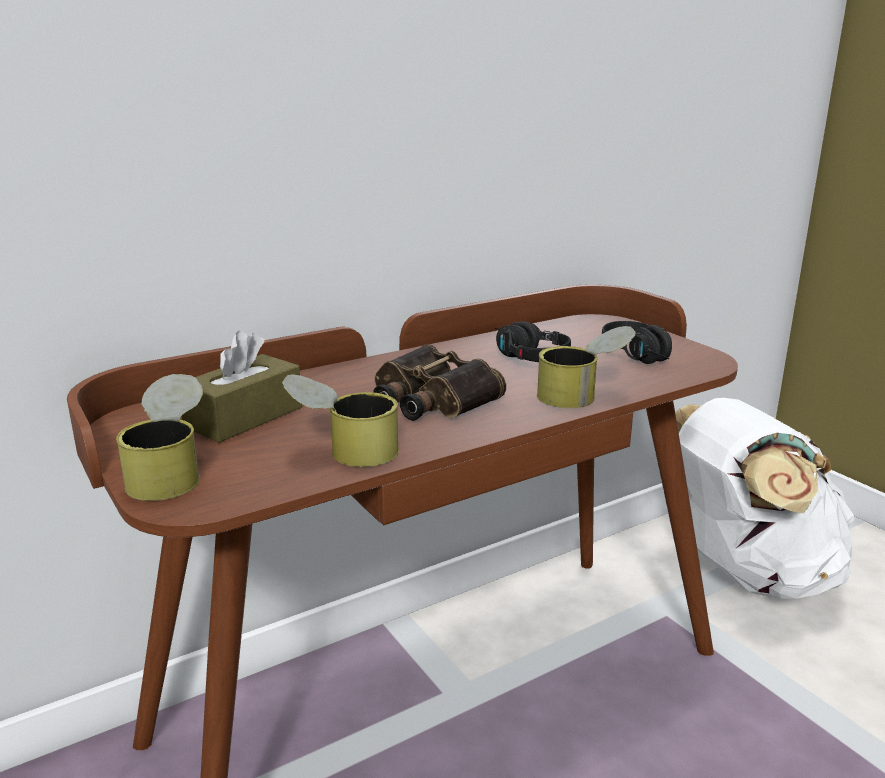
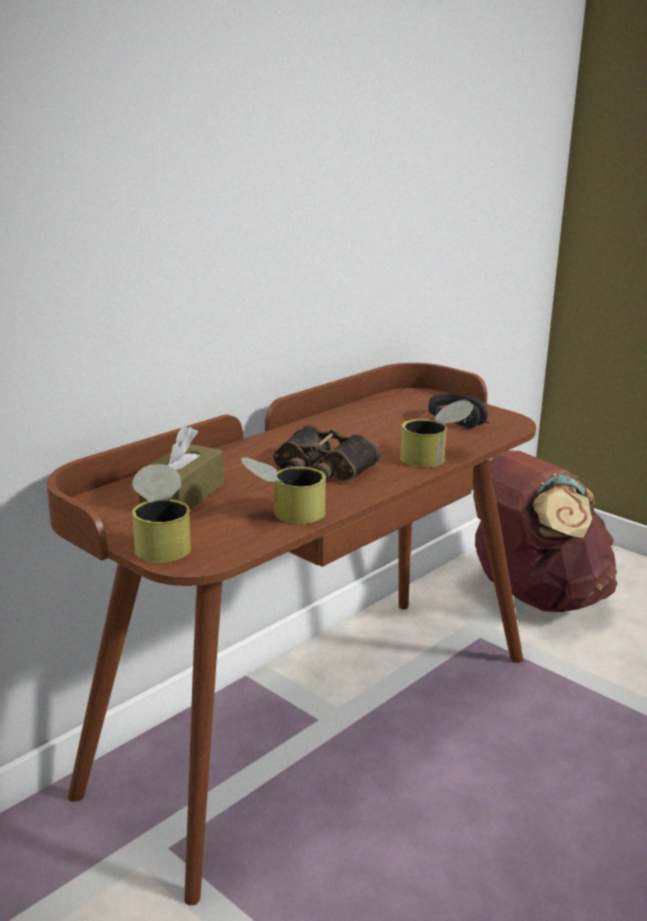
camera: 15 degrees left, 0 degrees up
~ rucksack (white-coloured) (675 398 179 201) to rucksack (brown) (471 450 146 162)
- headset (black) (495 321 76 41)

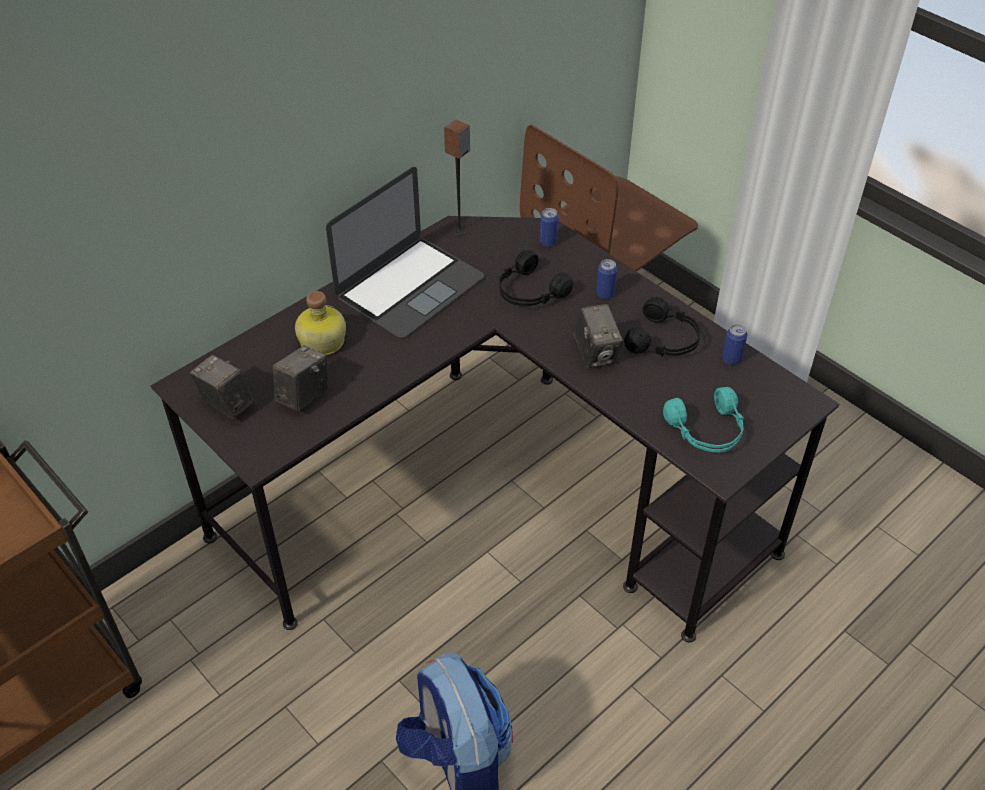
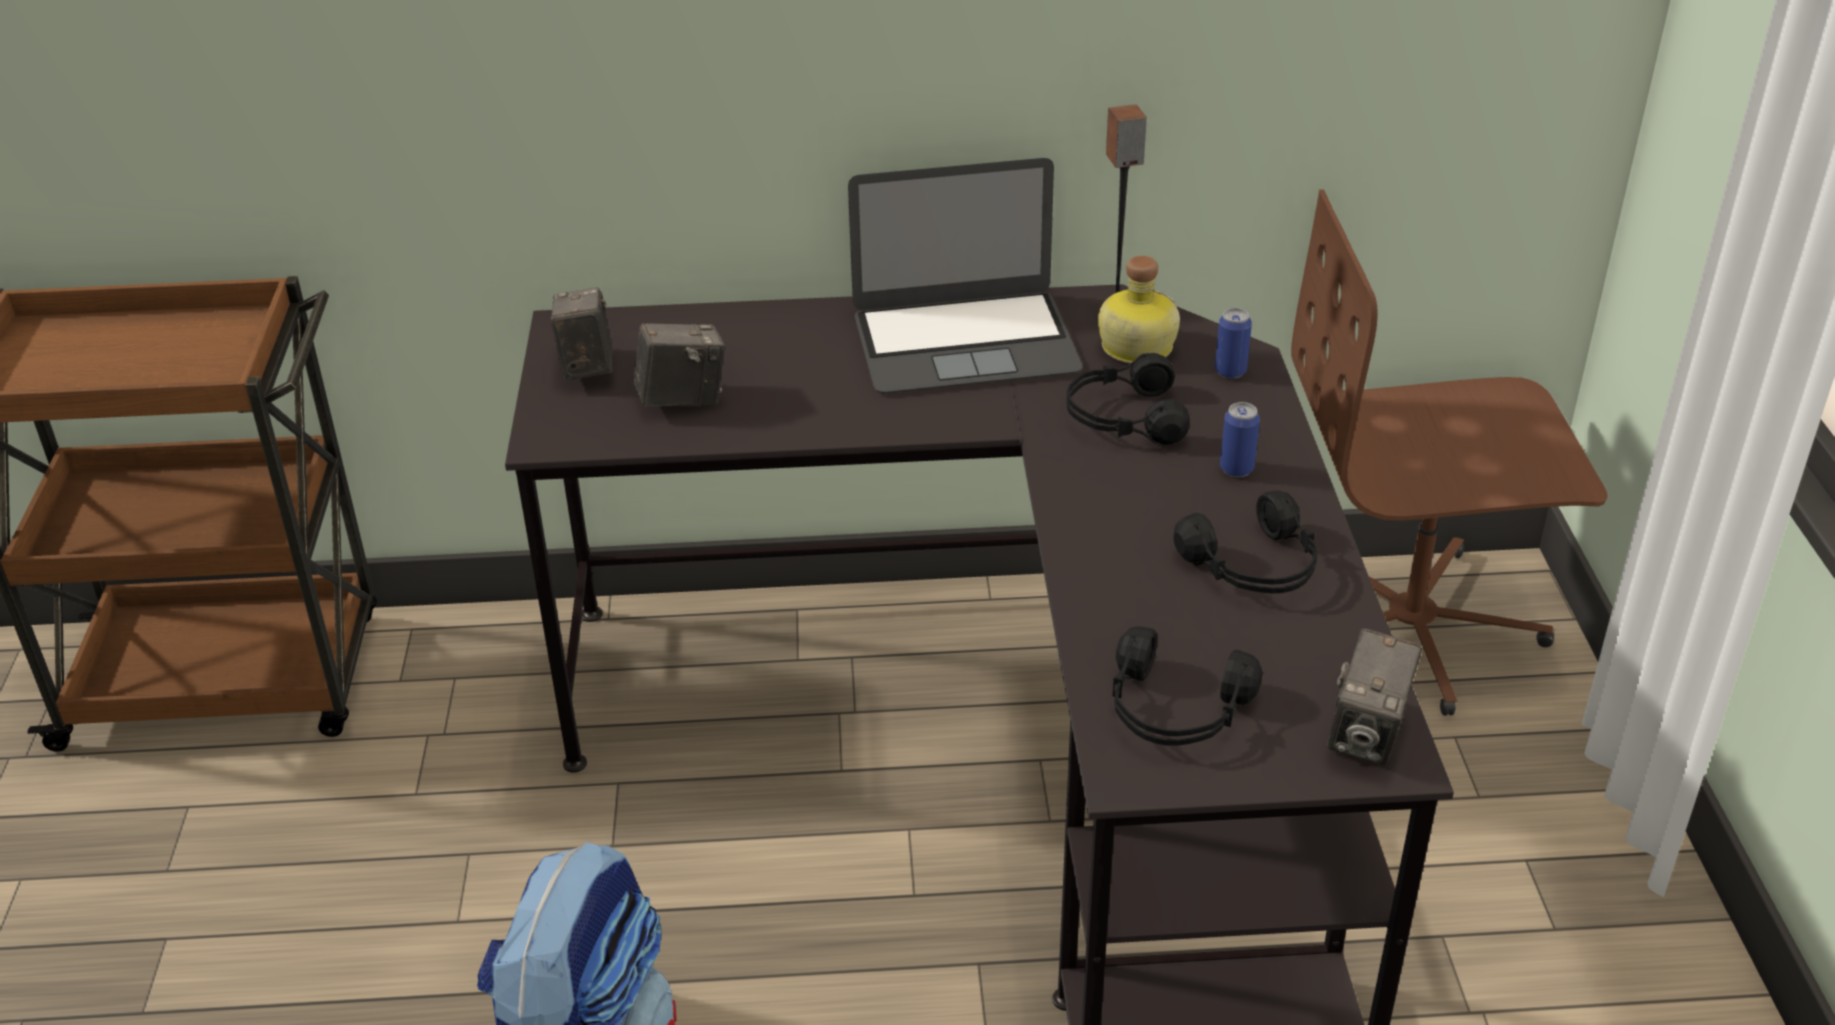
camera: 40 degrees right, 10 degrees down
~ bottle (295 291 51 64) to (1098 256 82 108)
~ headset (turquoise) (663 387 81 66) to headset (black) (1113 626 150 120)
~ still camera (573 304 50 64) to (1327 628 95 138)
- metal can (722 324 25 41)

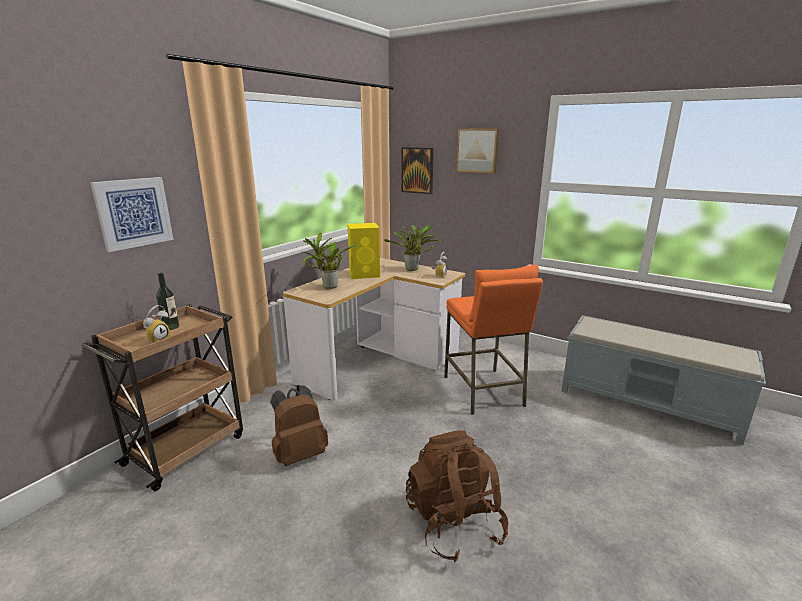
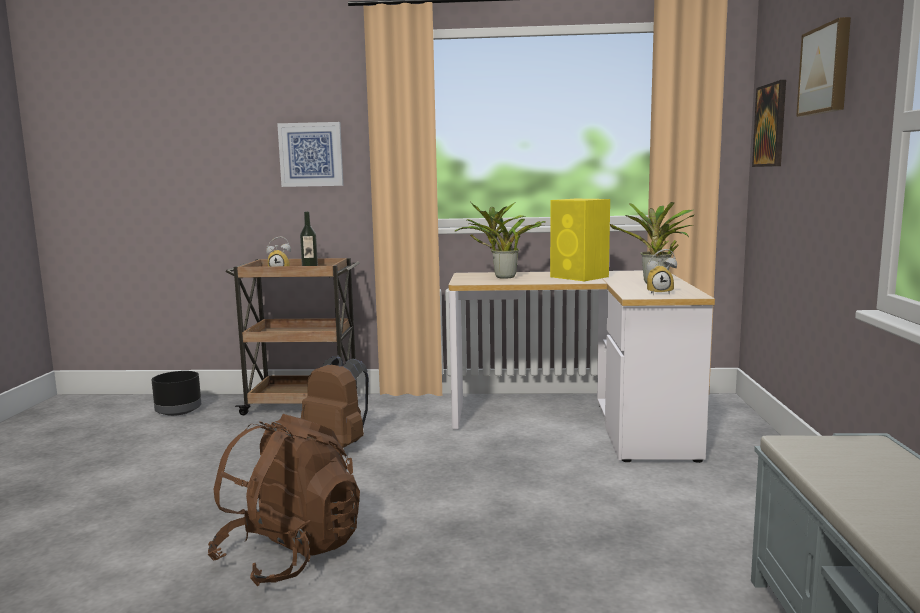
camera: 60 degrees right, 10 degrees down
+ plant pot (black) (152 371 49 45)
- stool seat (orange-coloured) (444 265 99 150)

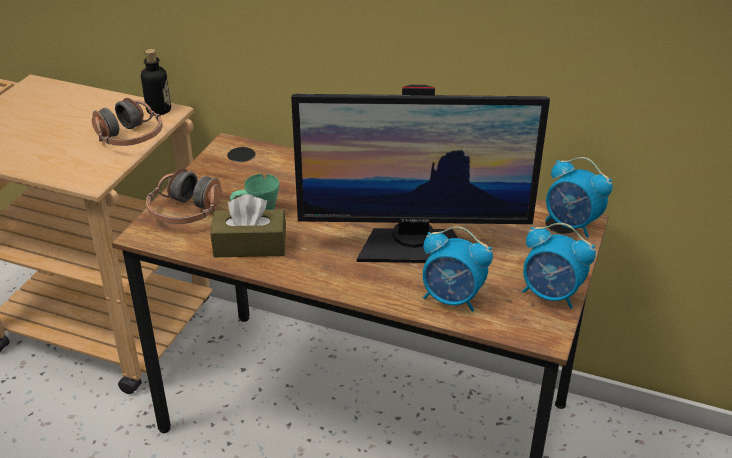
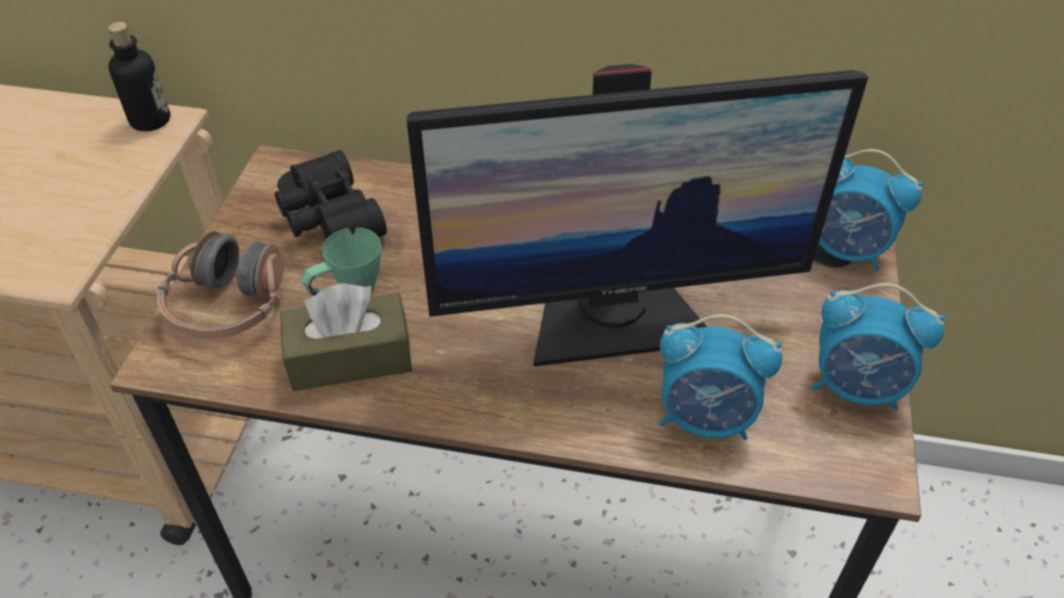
camera: 10 degrees left, 10 degrees up
+ field glasses (black) (275 150 112 90)
- headset (92 98 71 48)

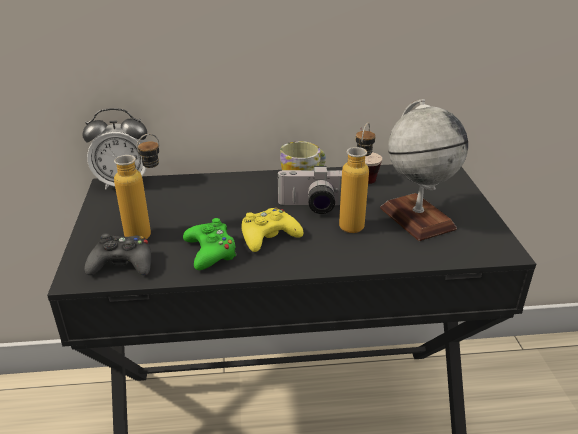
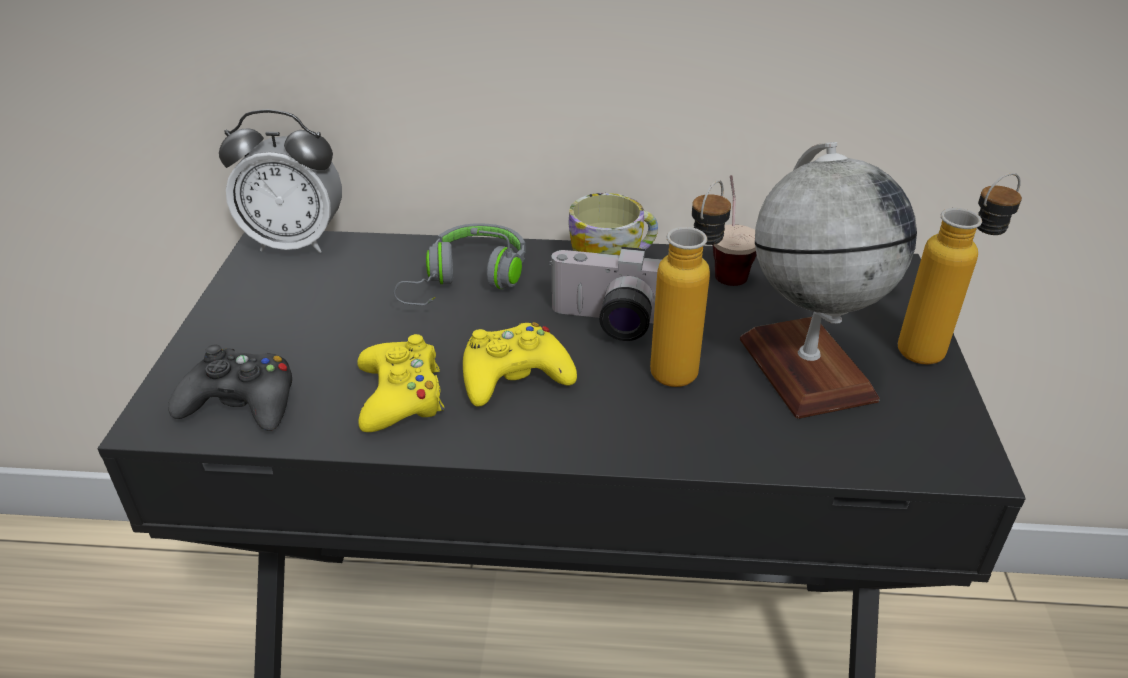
camera: 10 degrees right, 5 degrees up
~ game controller (green) (183 218 54 52) to game controller (yellow-coloured) (357 334 88 98)
+ headset (greyish) (394 223 132 83)
~ bottle (114 134 46 105) to (898 173 124 191)

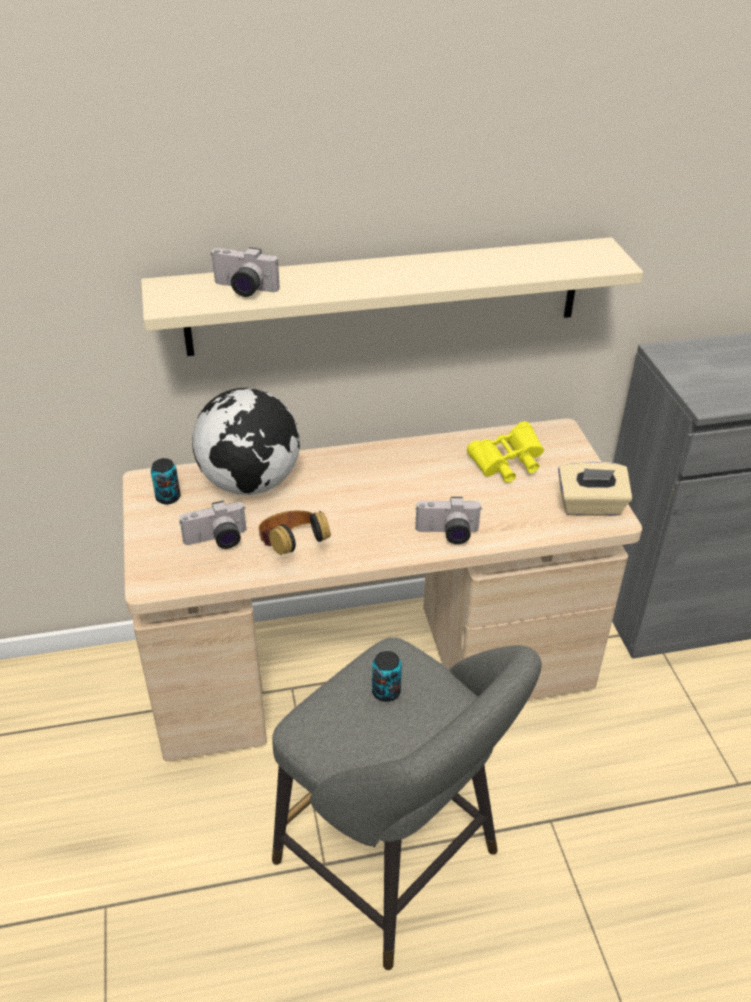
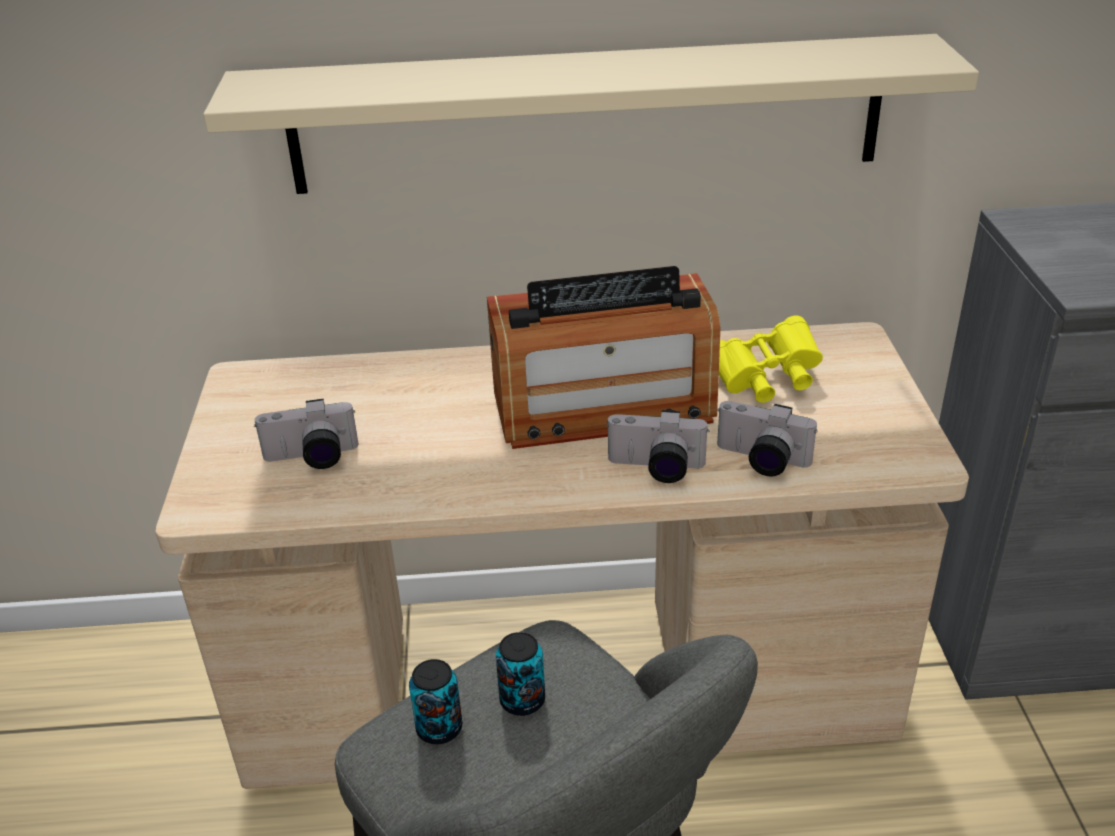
camera: 10 degrees right, 5 degrees down
~ metal can (151 458 29 46) to (409 659 53 85)
+ radio set (487 266 233 183)
~ still camera (210 247 70 50) to (717 401 101 75)
- desk globe (192 388 108 107)
- headset (259 510 72 45)
- tissue holder (sand-coloured) (558 461 74 55)

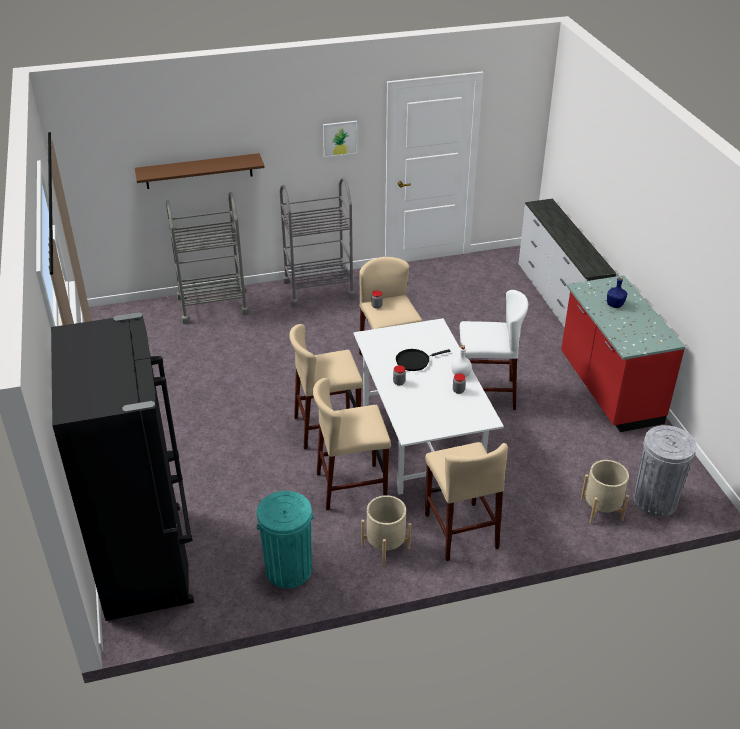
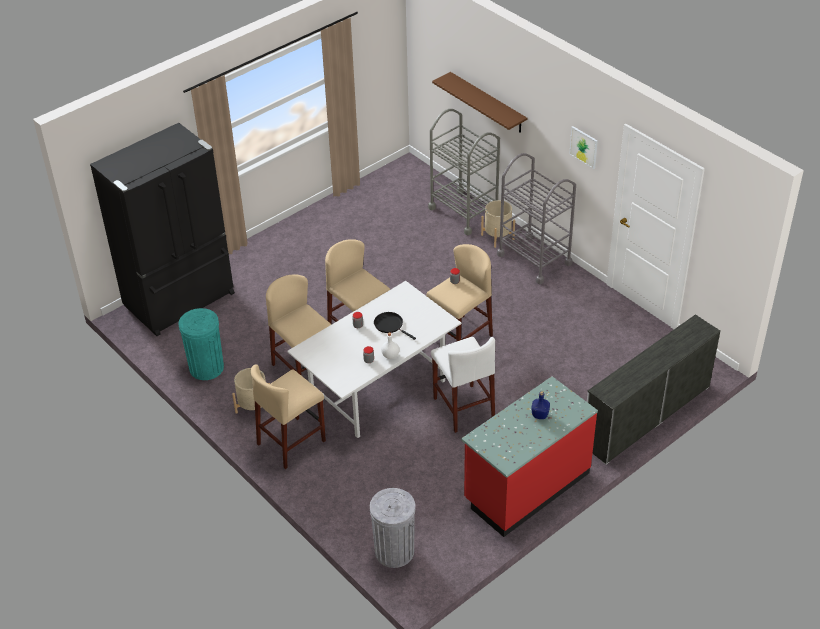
camera: 65 degrees right, 5 degrees up
~ plant pot (sand-coloured) (581 460 48 64) to (481 200 34 48)

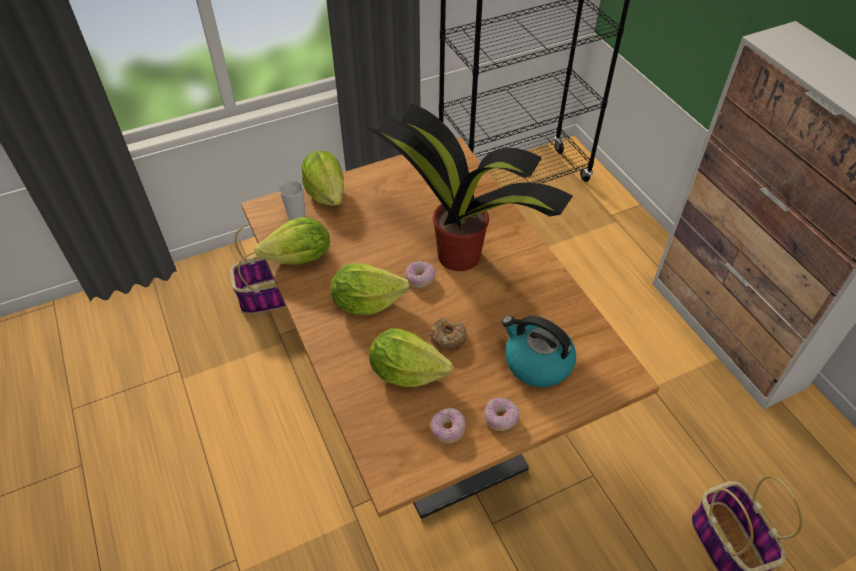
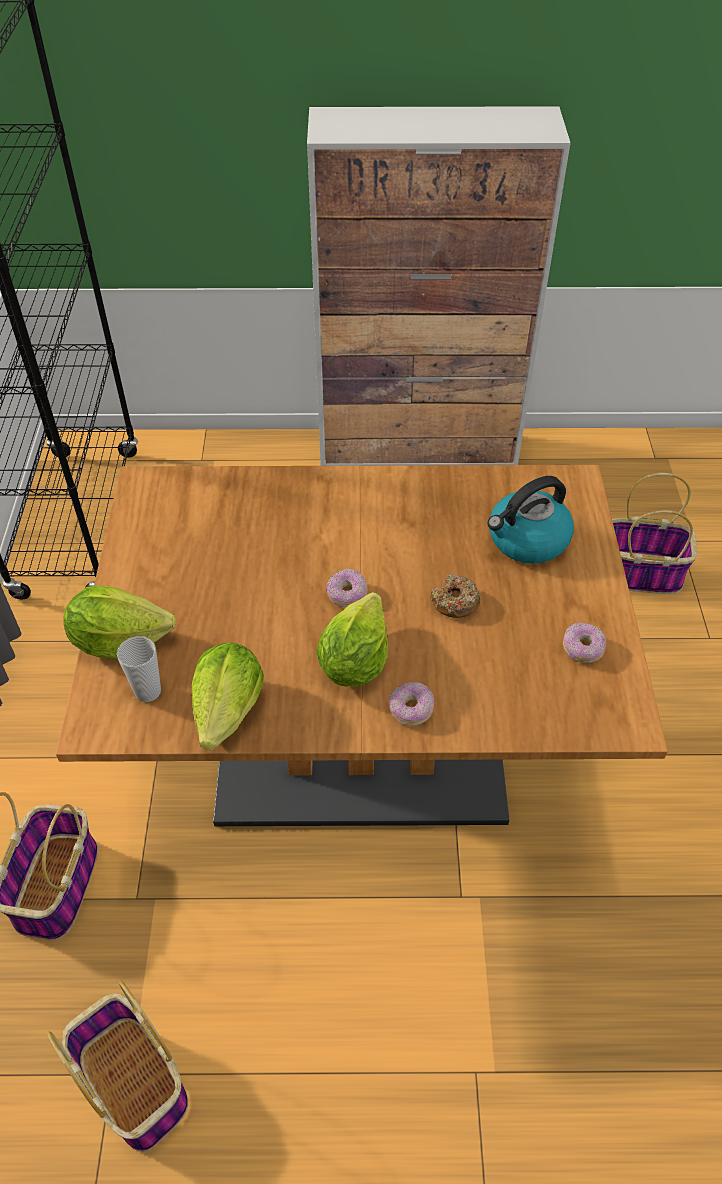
camera: 65 degrees left, 0 degrees up
+ household basket (47 981 141 171)
~ donut (484 397 35 34) to (389 682 45 44)
- houseplant (365 103 208 168)
- lettuce (369 328 84 59)

